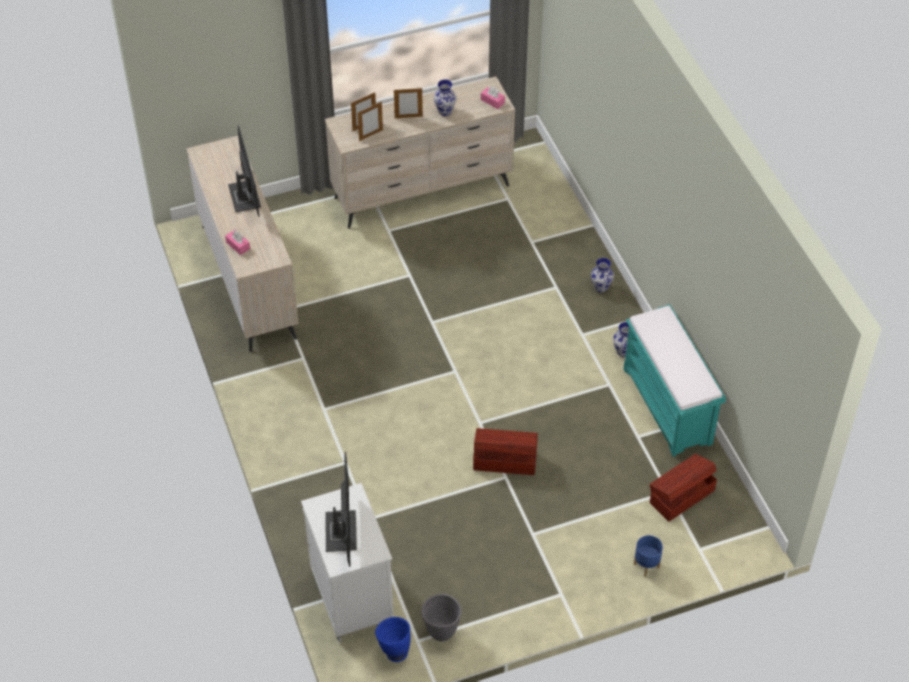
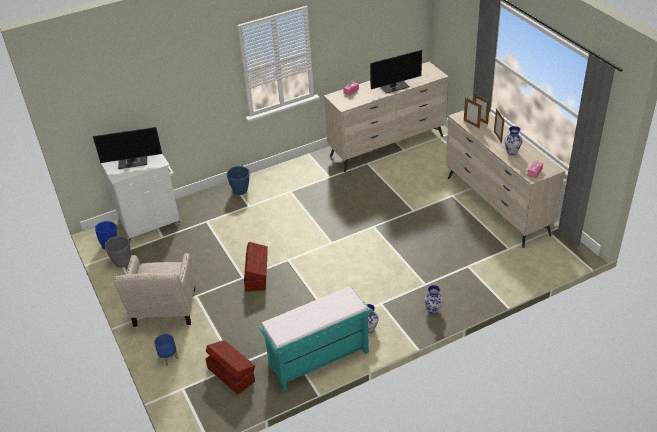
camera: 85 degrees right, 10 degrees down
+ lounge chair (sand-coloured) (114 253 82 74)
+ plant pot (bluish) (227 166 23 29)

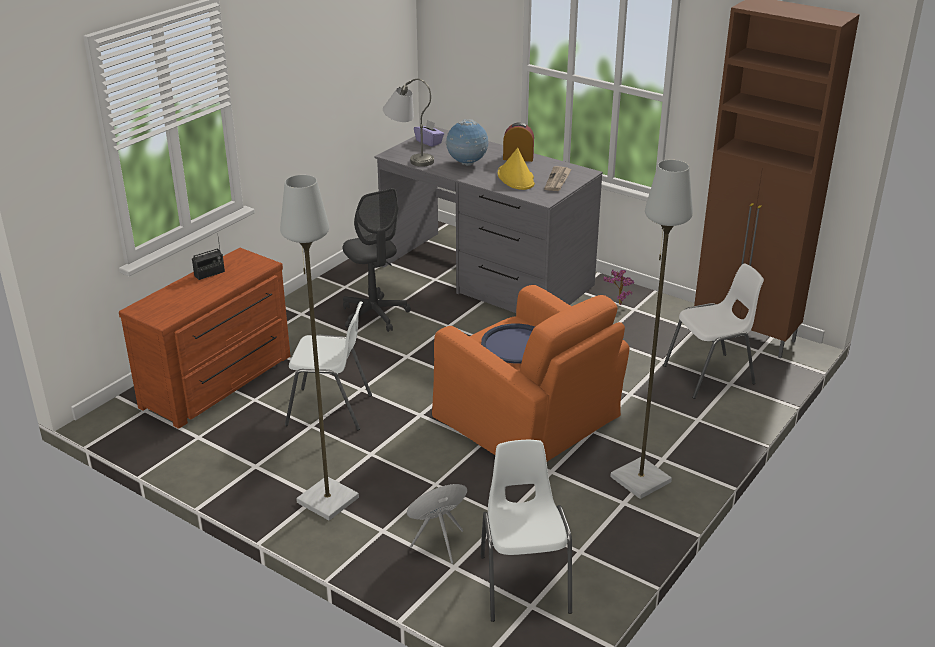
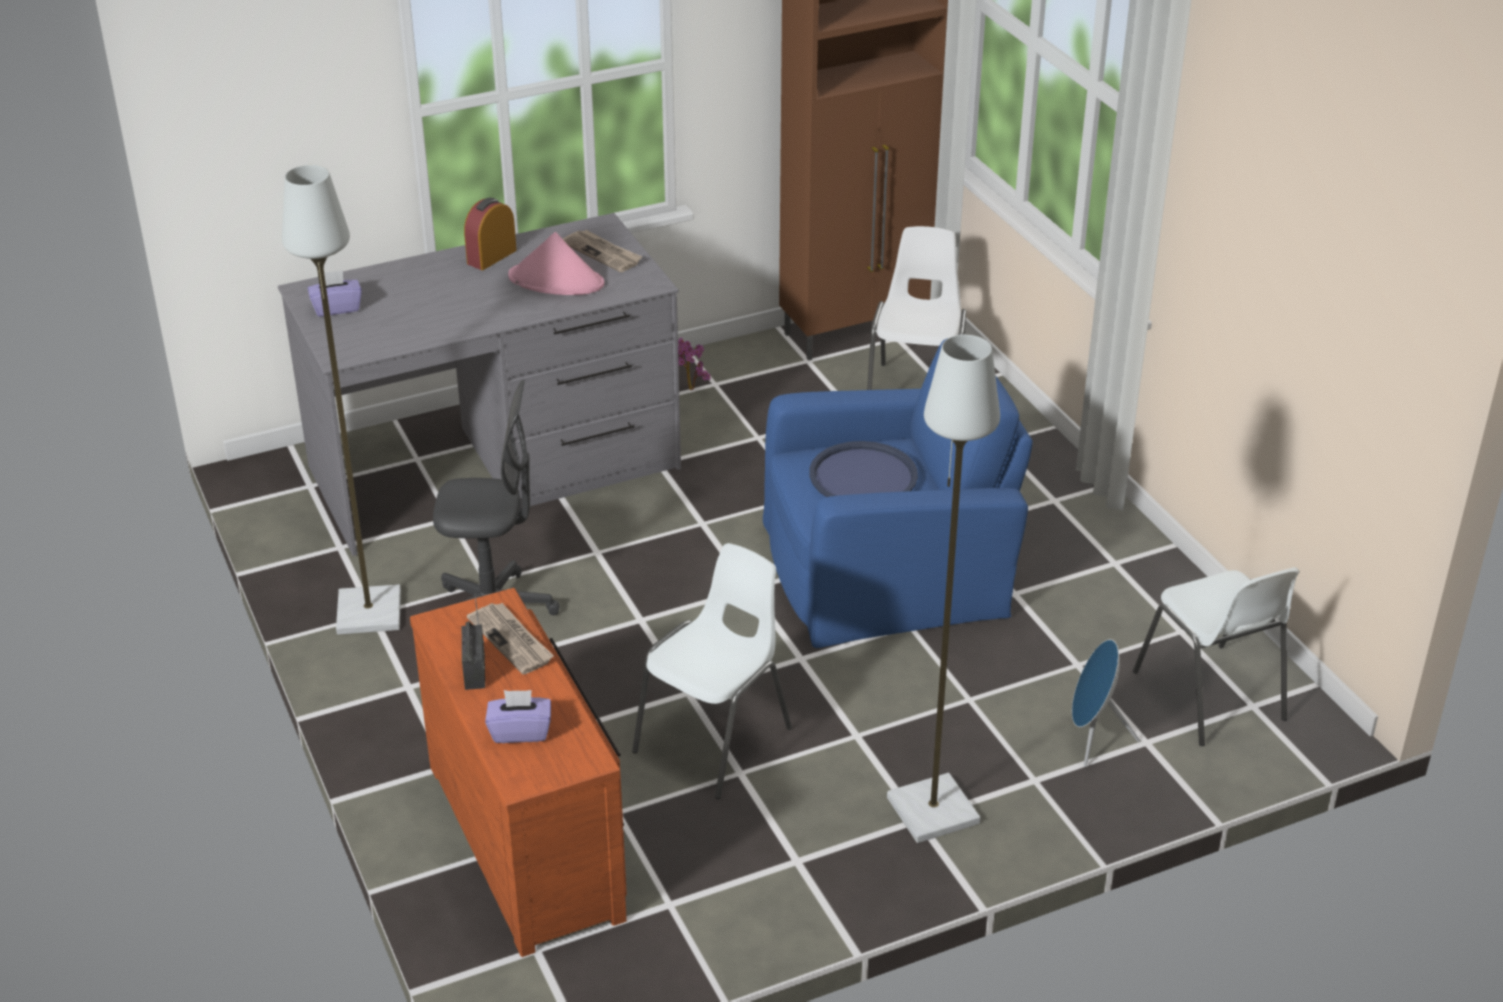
camera: 60 degrees left, 5 degrees up
~ floor lamp (greyish) (610 160 83 339) to (282 165 119 469)
+ newspaper (467 603 86 71)
+ tissue holder (purplish) (485 690 66 53)
~ clothing hat (yellow-coloured) (498 148 37 42) to clothing hat (pink-coloured) (508 232 96 63)
~ lounge chair (orange-coloured) (432 285 197 176) to lounge chair (bluish) (763 338 270 310)
~ plain chair (white-coloured) (480 440 92 182) = (1133 567 167 179) 135 degrees counterclockwise
- tabletop lamp (greyish) (383 79 51 88)
- desk globe (445 119 43 47)

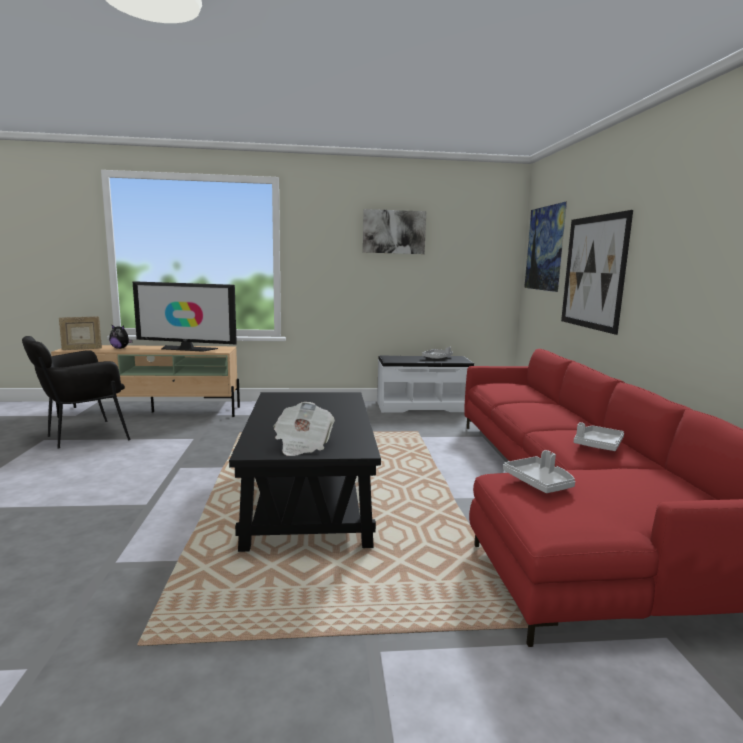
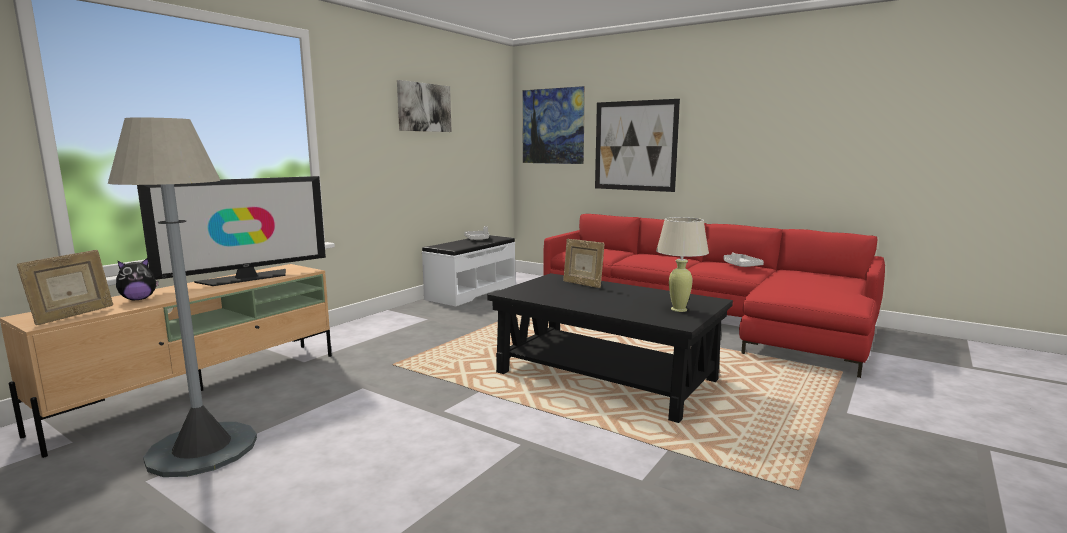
camera: 50 degrees left, 0 degrees up
~ lounge chair (black) (22 336 108 113) to floor lamp (greyish) (108 117 149 360)
+ standing frame (563 239 42 49)
~ newspaper (273 402 62 54) to tabletop lamp (sand-coloured) (656 217 53 95)
- carrying tray (greyish) (503 450 72 43)

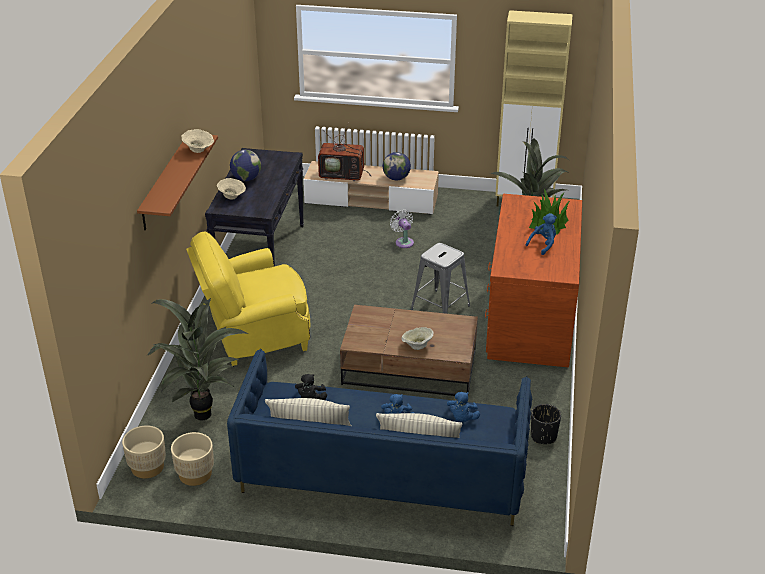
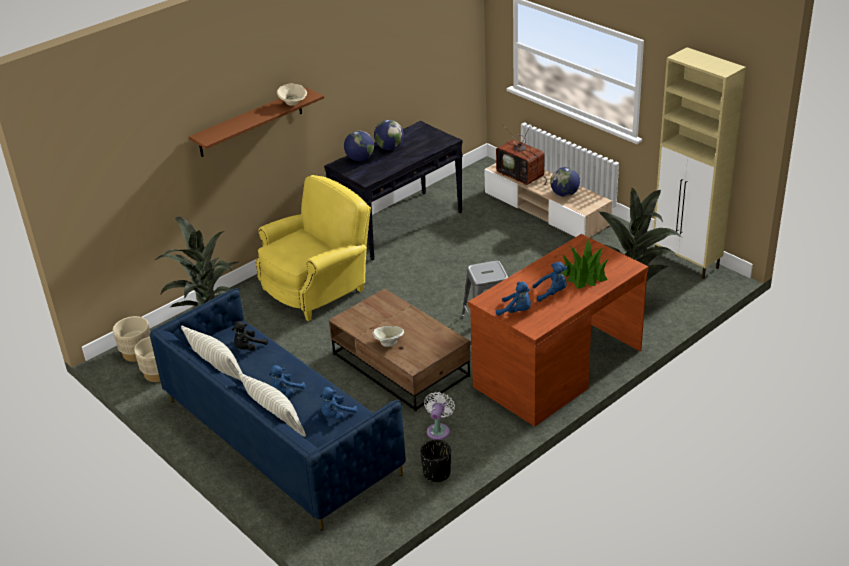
camera: 40 degrees right, 0 degrees up
~ lounge chair (yellow-coloured) (186 231 124 135) = (256 175 115 146) 120 degrees clockwise
~ serving bowl (sand-coloured) (217 178 29 22) to desk globe (344 131 30 30)
~ electric fan (white-coloured) (390 209 24 39) to (424 392 31 48)
+ plush toy (bluish) (496 282 35 34)

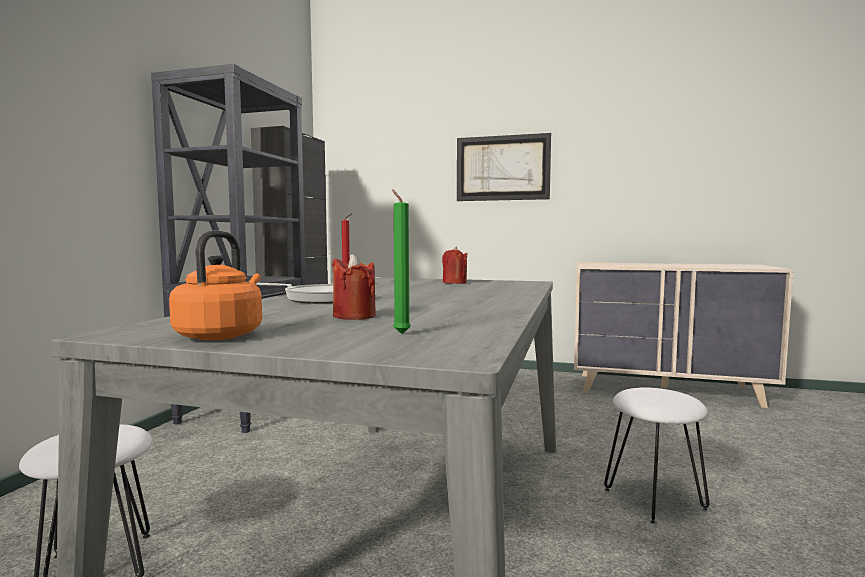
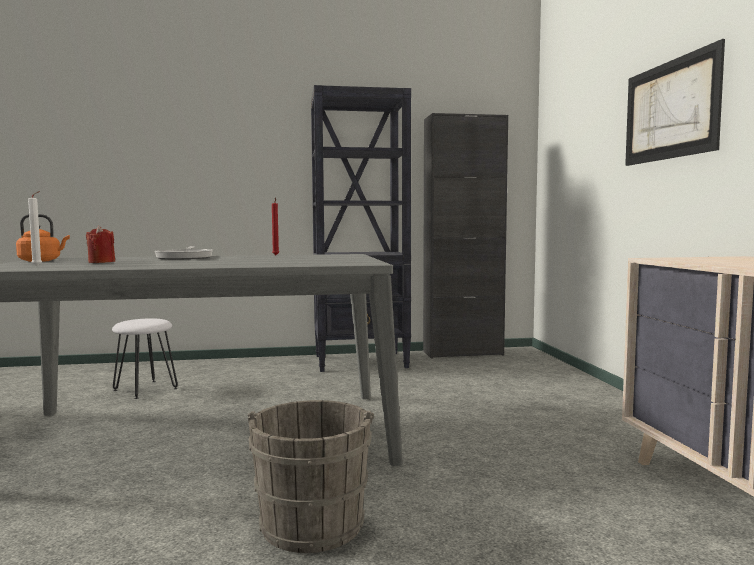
camera: 65 degrees right, 0 degrees up
~ candle (green) (392 189 19 145) to candle (white-coloured) (28 191 14 75)
~ stool seat (white-coloured) (604 388 105 136) to pail (greyish) (247 400 127 153)
- candle (red) (442 247 26 37)

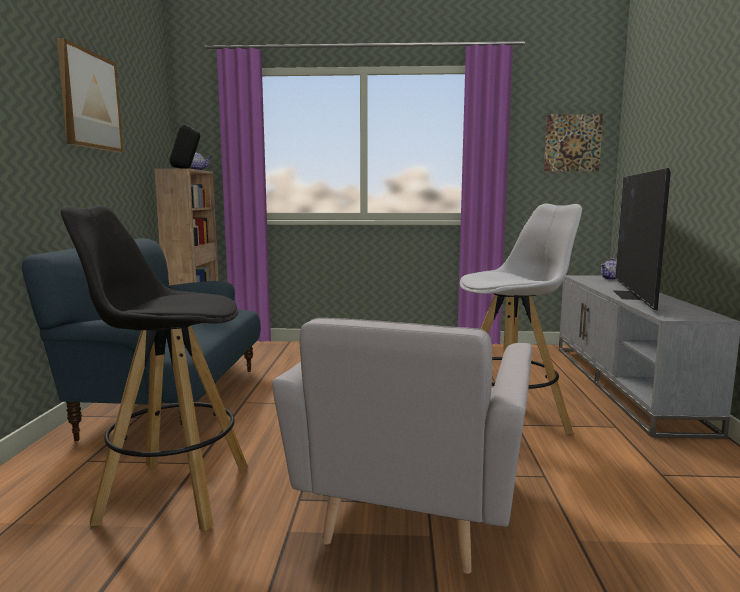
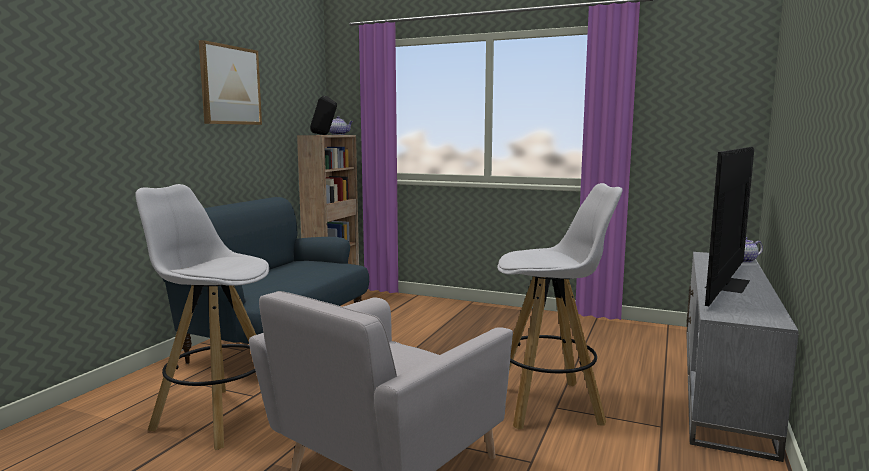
camera: 20 degrees right, 0 degrees up
~ stool seat (black) (60 205 188 326) to stool seat (white-coloured) (135 184 134 266)
- wall picture (544 114 59 57)

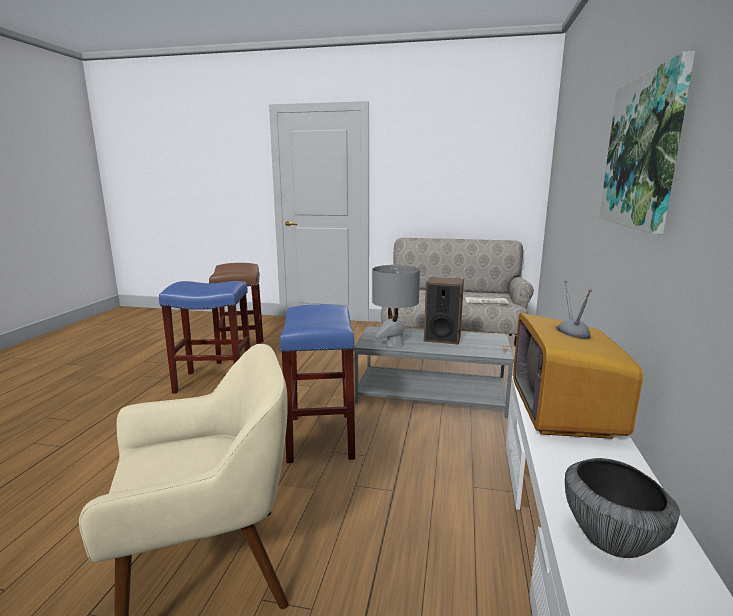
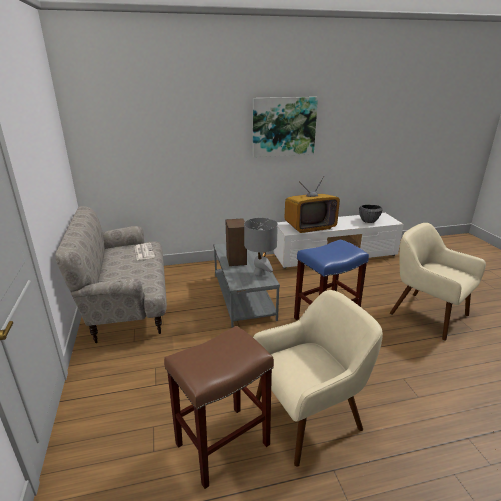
camera: 115 degrees left, 10 degrees up
~ stool seat (bluish) (159 281 91 112) to lounge chair (sand-coloured) (253 290 130 176)

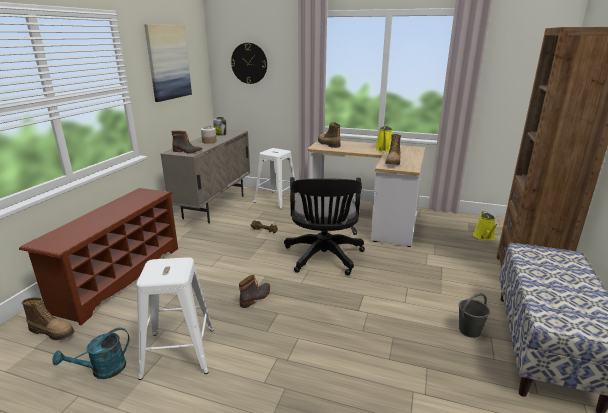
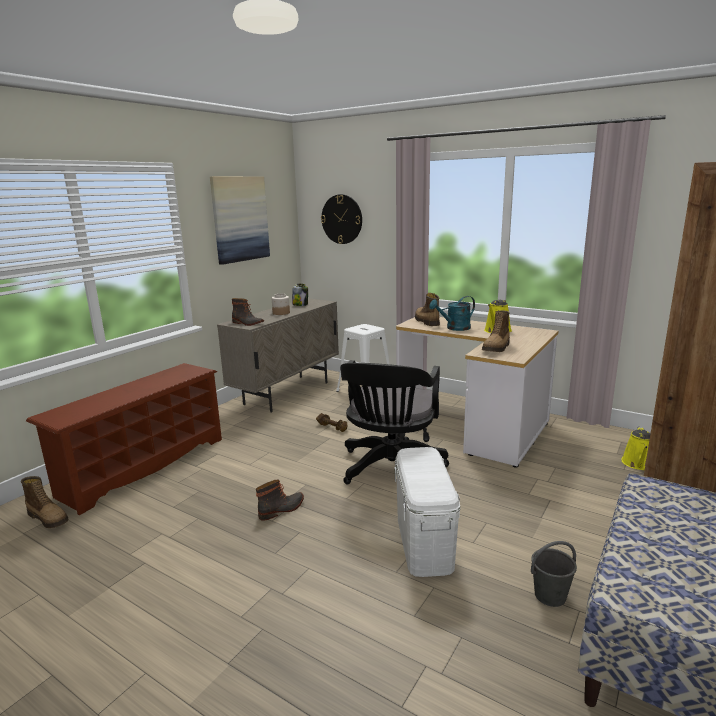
camera: 15 degrees right, 5 degrees down
+ storage box (white-coloured) (394 447 66 130)
~ watering pot (turquoise) (52 328 77 51) to (429 296 46 35)
- stool seat (white-coloured) (136 257 78 123)

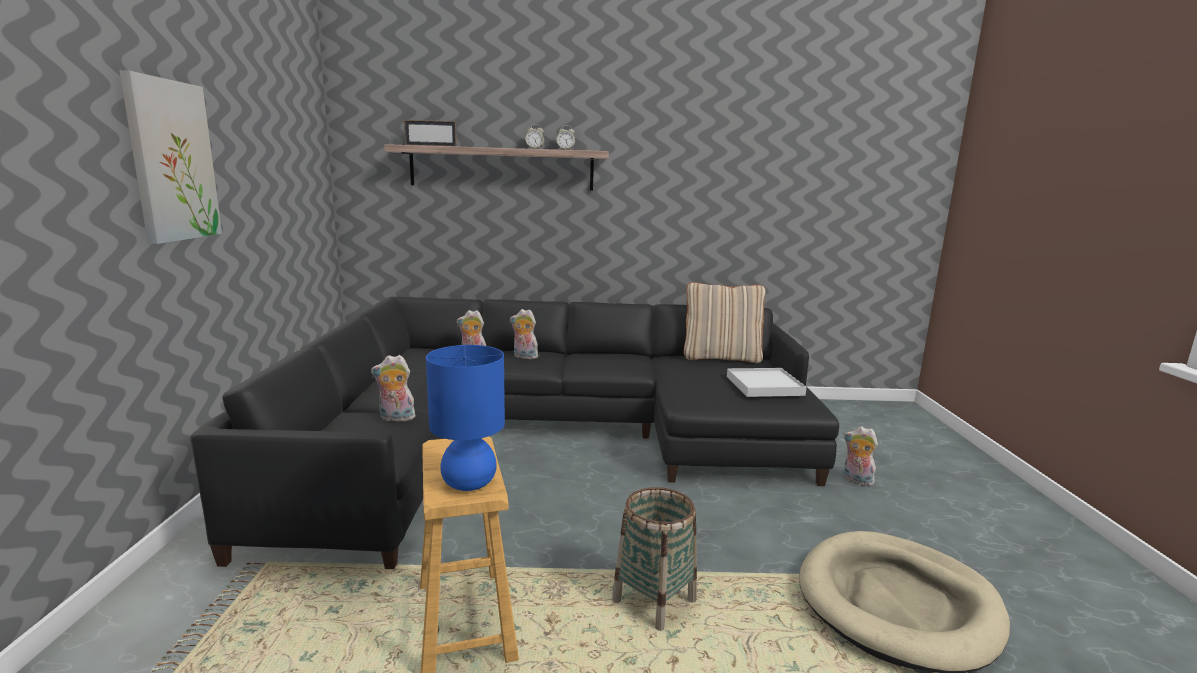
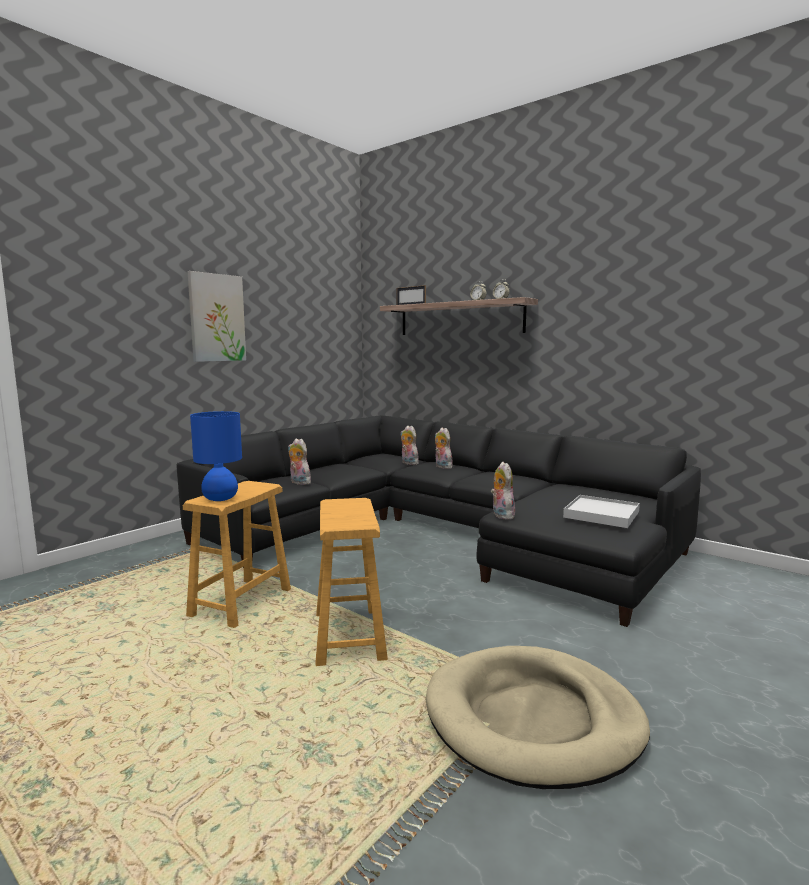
camera: 40 degrees right, 5 degrees down
~ household basket (612 487 85 144) to stool seat (brown) (315 498 73 168)
~ plush toy (843 426 35 60) to (491 462 25 58)
- throw pillow (sand-coloured) (684 282 82 81)

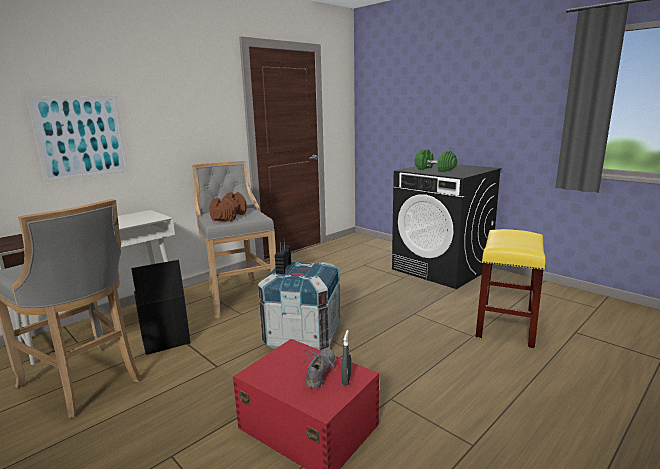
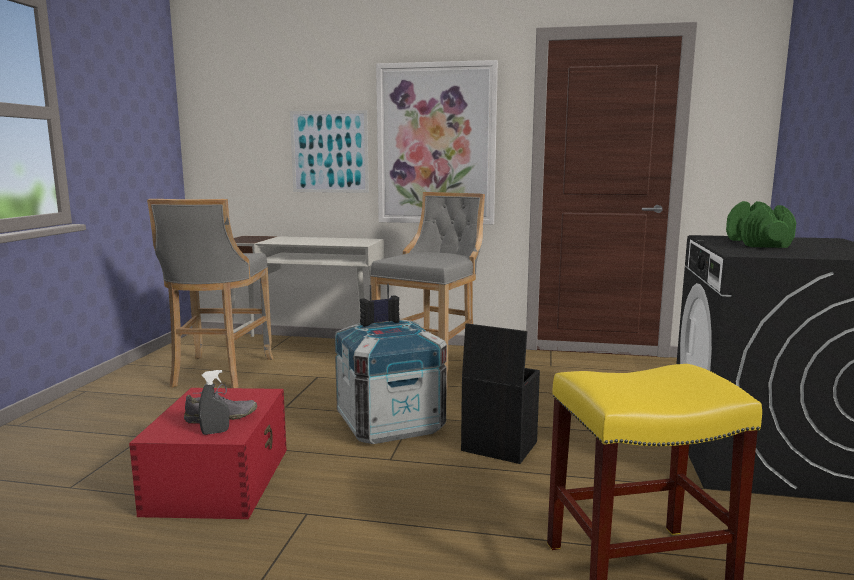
camera: 55 degrees right, 5 degrees down
+ wall picture (376 60 122 164)
~ storage box (black) (131 260 60 95) to (461 323 79 141)
- dumbbell (brown) (209 192 38 30)

